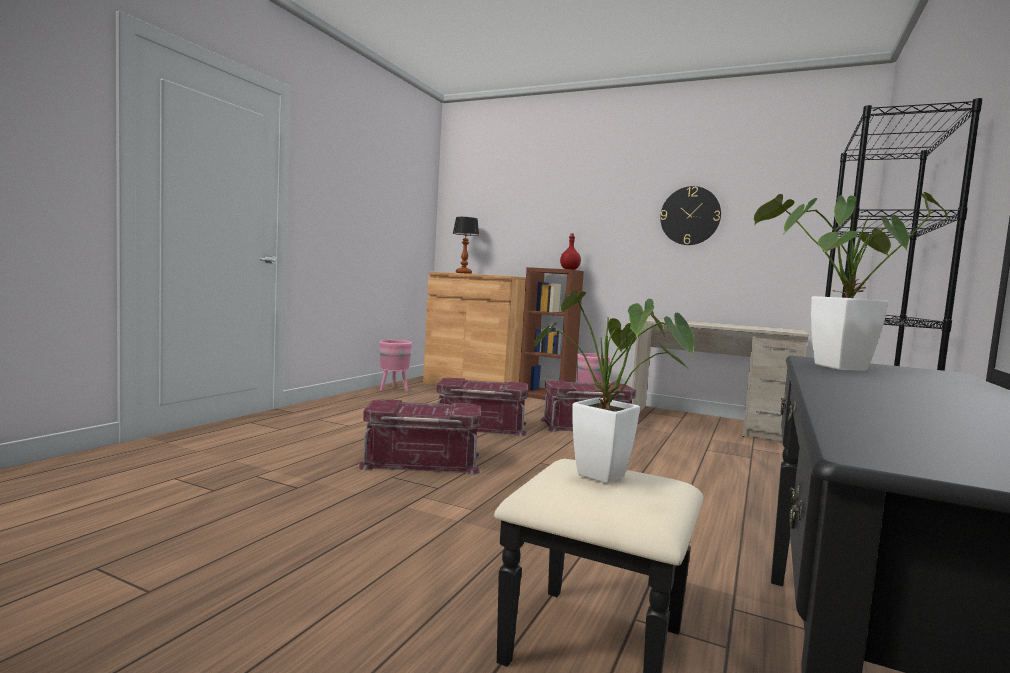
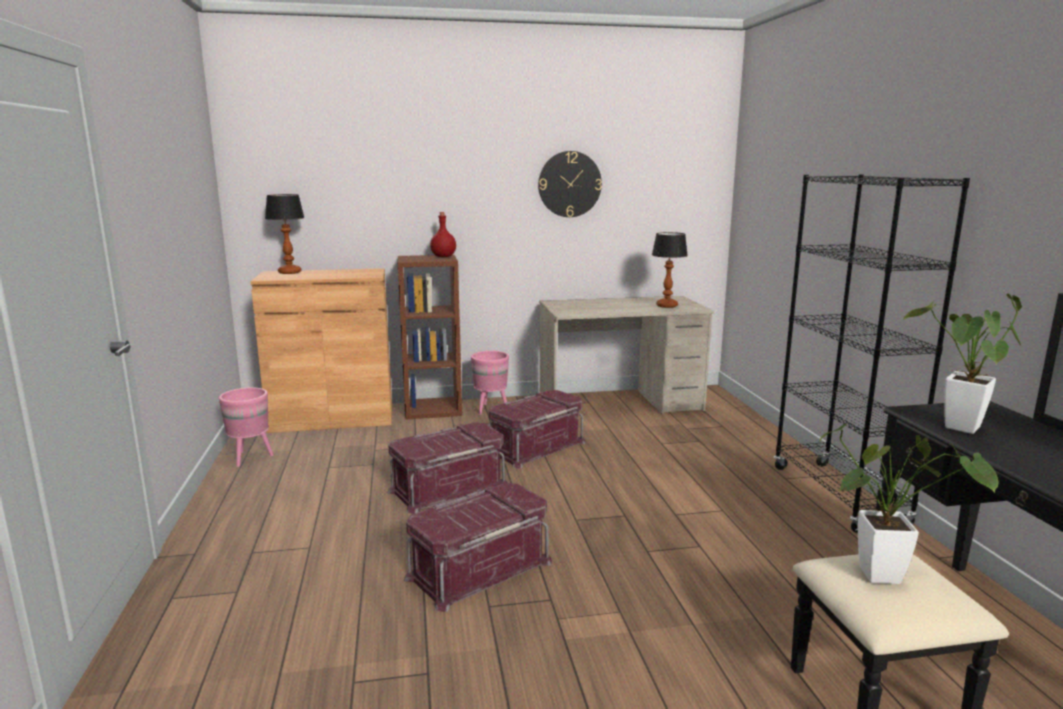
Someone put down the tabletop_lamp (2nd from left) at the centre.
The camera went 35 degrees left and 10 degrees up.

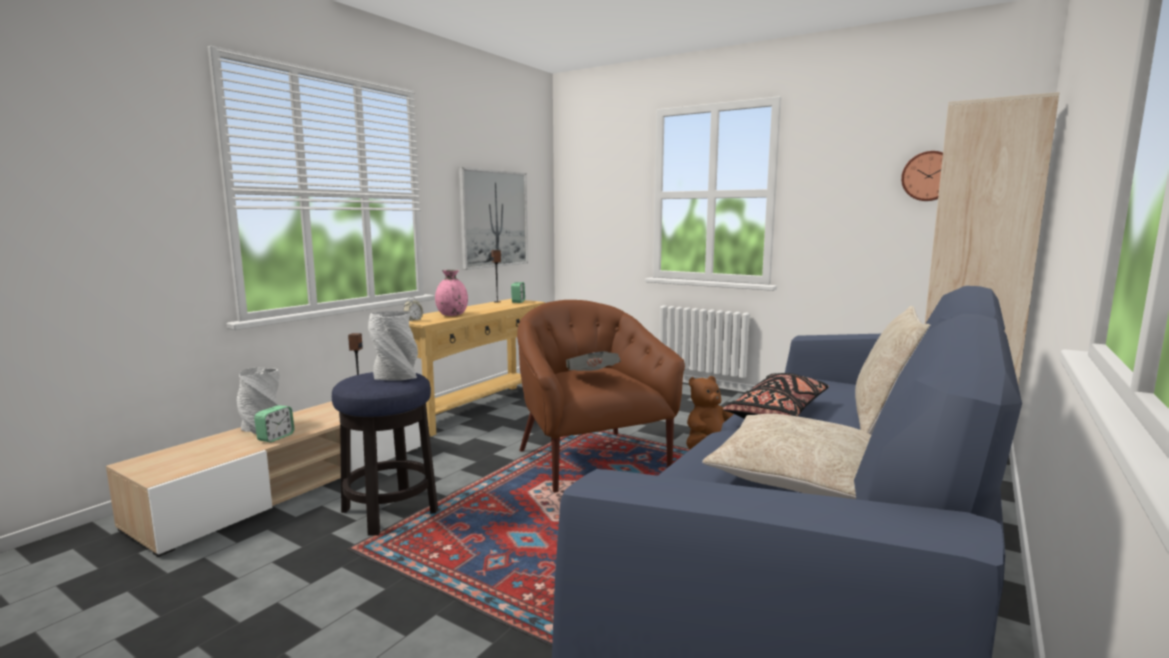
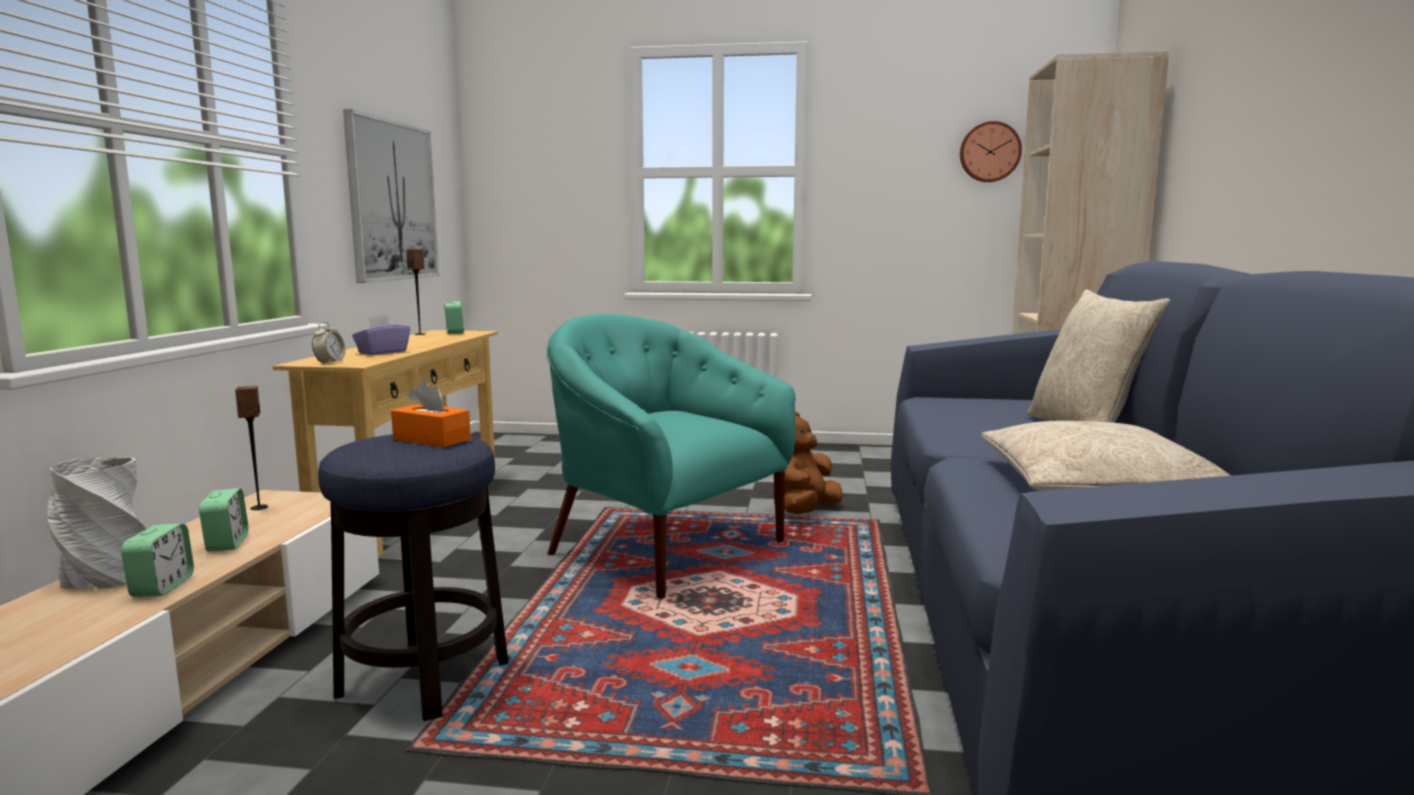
Someone swapped the grey_flower_vase (2nd from left) at the centre for the orange-coloured_tissue_box at the middle left.
Someone swapped the pink-coloured_flower_vase at the centre for the purplish_tissue_box at the middle left.
Someone repainted the brown_easy_chair at the centre, which became the turquoise_easy_chair at the centre.
Someone took away the newspaper at the centre.
Someone took away the blackish_pillow at the centre.
Someone put down the bedside_clock (2nd from left) at the middle left.
The camera went 25 degrees left and 0 degrees up.

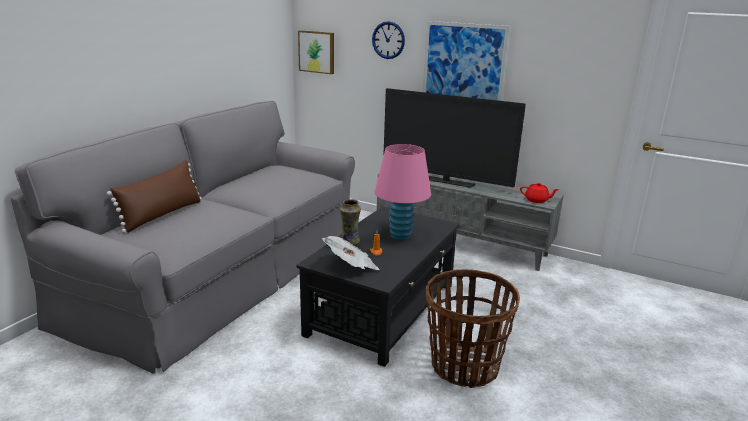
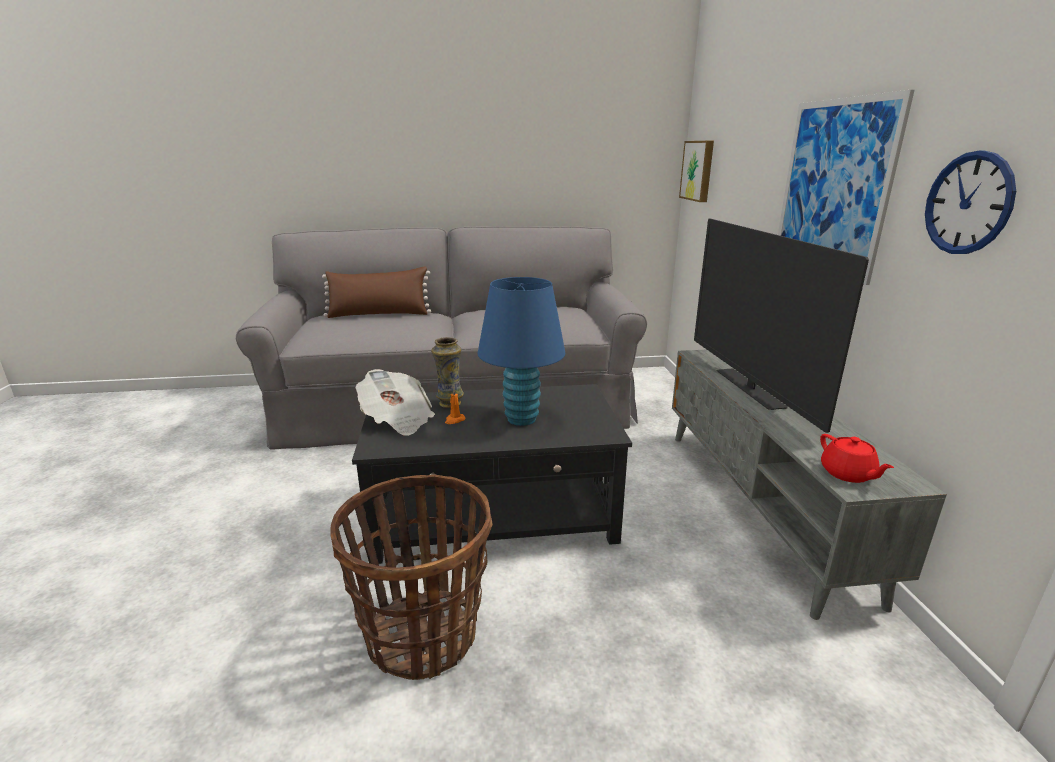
Someone carried the hanging_clock from the top centre to the top right.
Someone repainted the pink-coloured_tabletop_lamp at the centre, which became the blue_tabletop_lamp at the centre.
The camera went 55 degrees right and 0 degrees up.

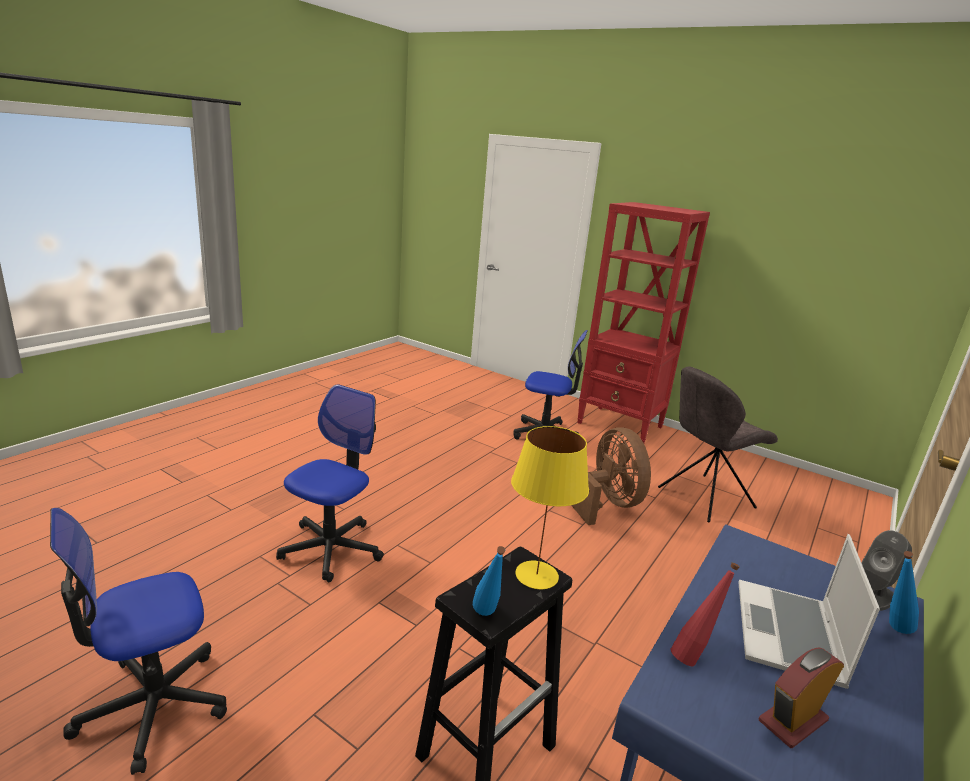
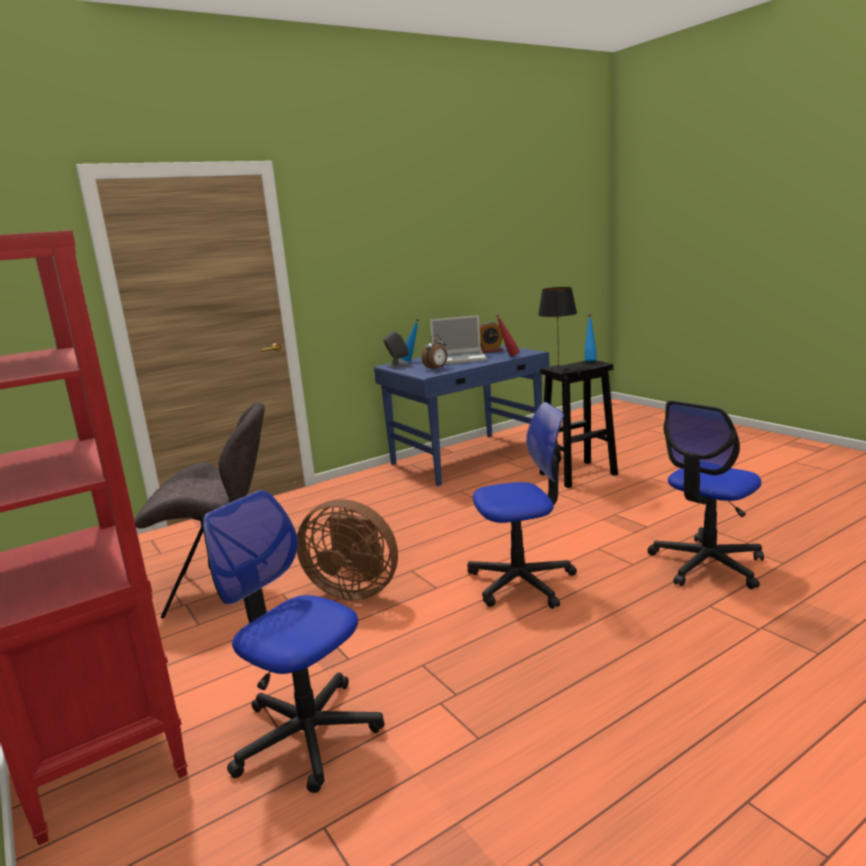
Someone carried the office_chair (1st from left in the first image) from the bottom left to the centre.
Someone repainted the yellow_tabletop_lamp at the centre, which became the blackish_tabletop_lamp at the centre.
Someone rotated the brown_cooling_fan at the centre by 75 degrees counterclockwise.
Someone rotated the laptop at the bottom right by 45 degrees clockwise.
Someone put down the bedside_clock (1st from left) at the centre.
The camera went 155 degrees left and 5 degrees down.

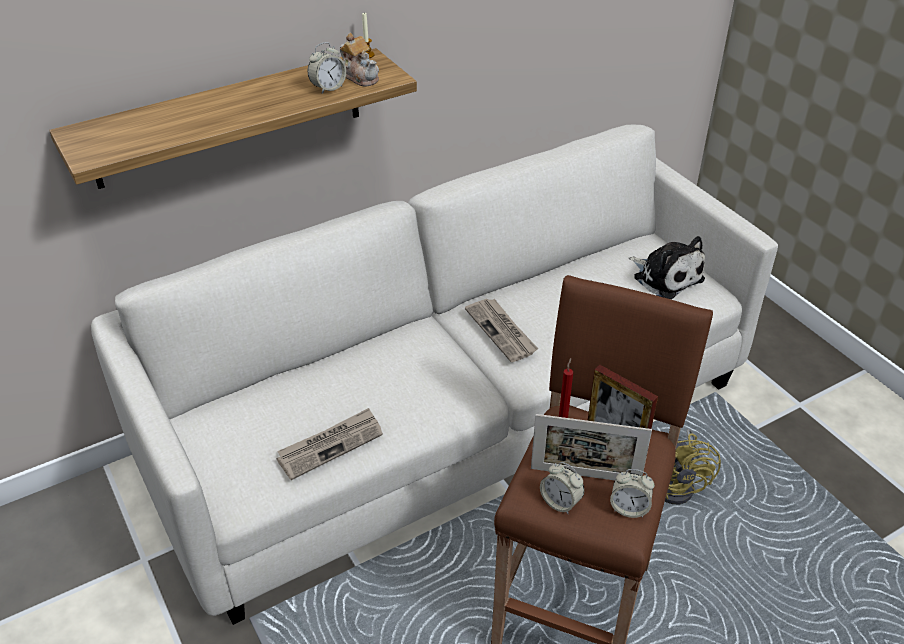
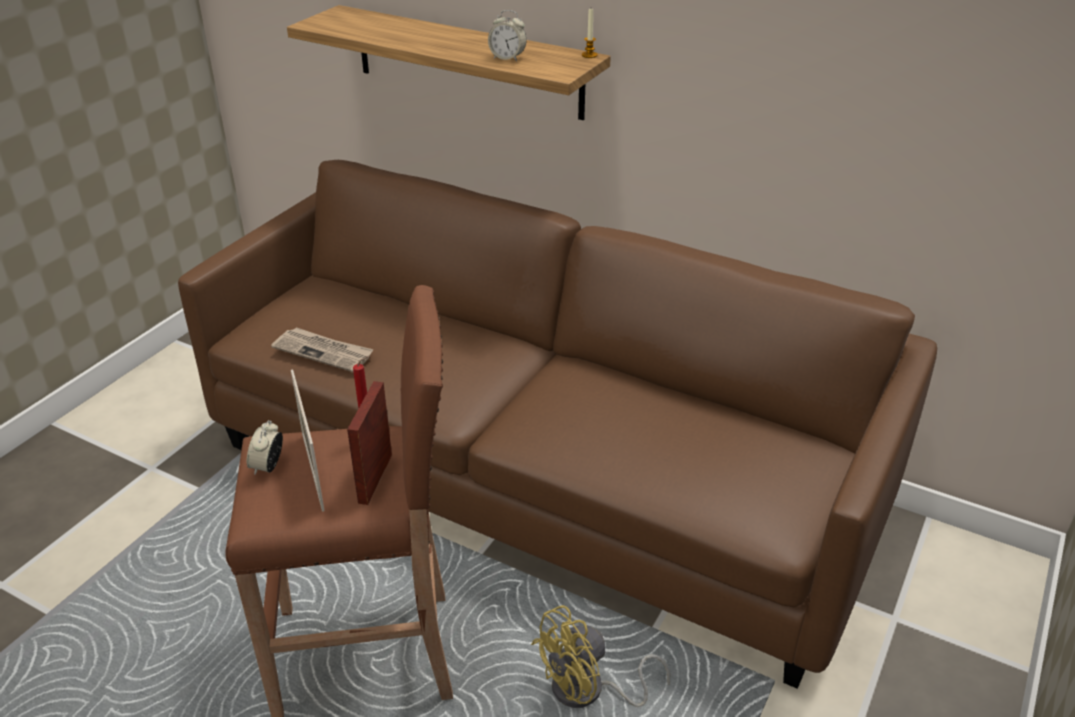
Someone repainted the white_couch at the centre, which became the brown_couch at the centre.
Someone took away the tea_pot at the top centre.
Someone took away the newspaper (2nd from left) at the centre.
Someone took away the bedside_clock (3rd from left) at the bottom right.
Someone took away the cuddly_toy at the middle right.
The camera went 60 degrees right and 5 degrees down.

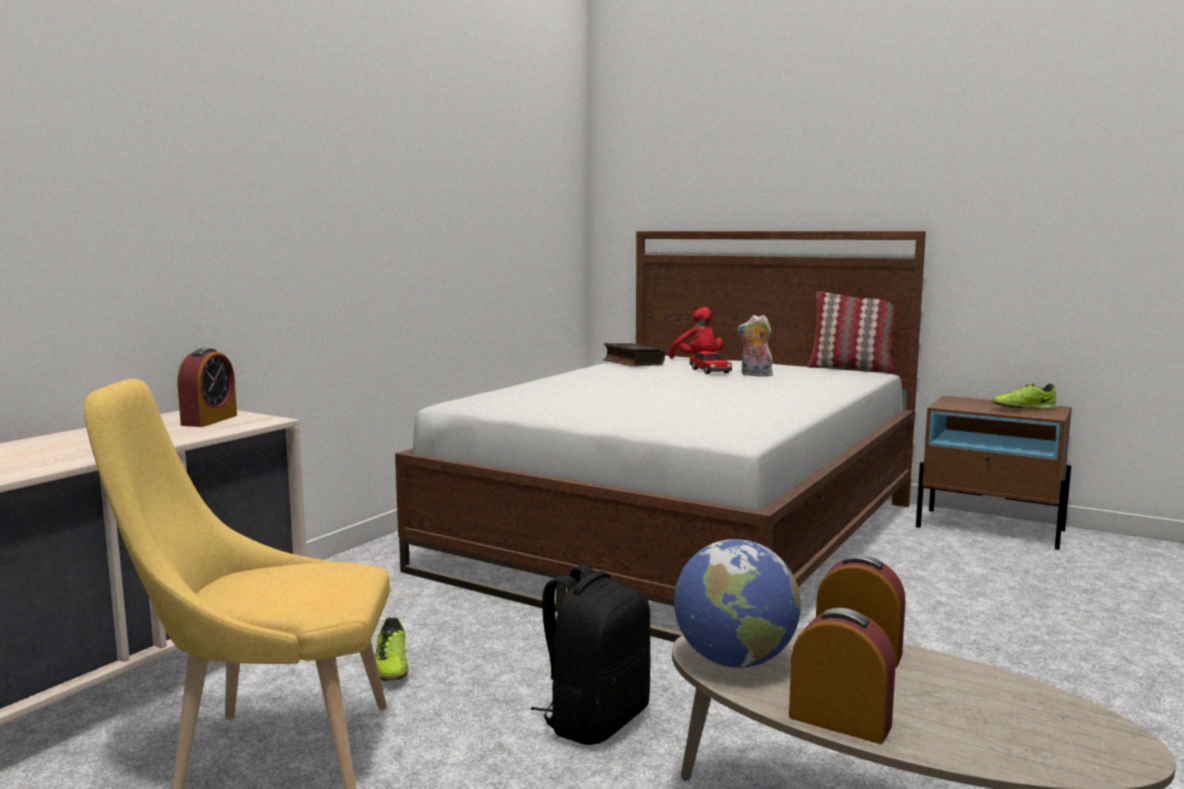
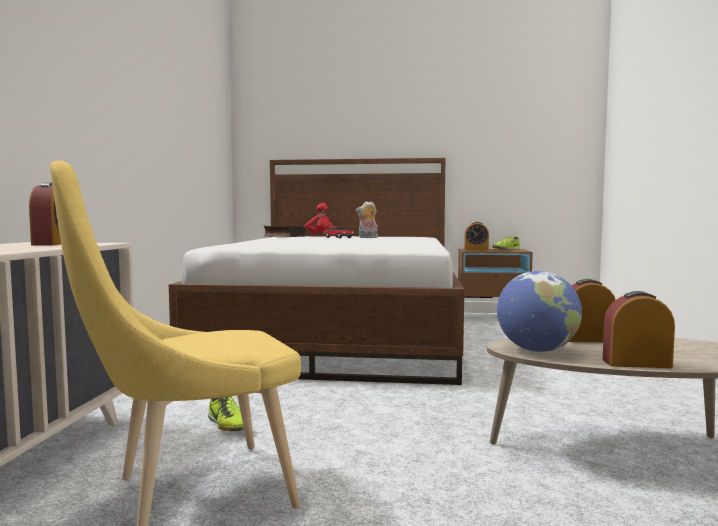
Someone took away the blackish_backpack at the bottom centre.
Someone took away the pillow at the middle right.
Someone put down the bedside_clock (2nd from left) at the centre.
The camera went 25 degrees left and 5 degrees down.

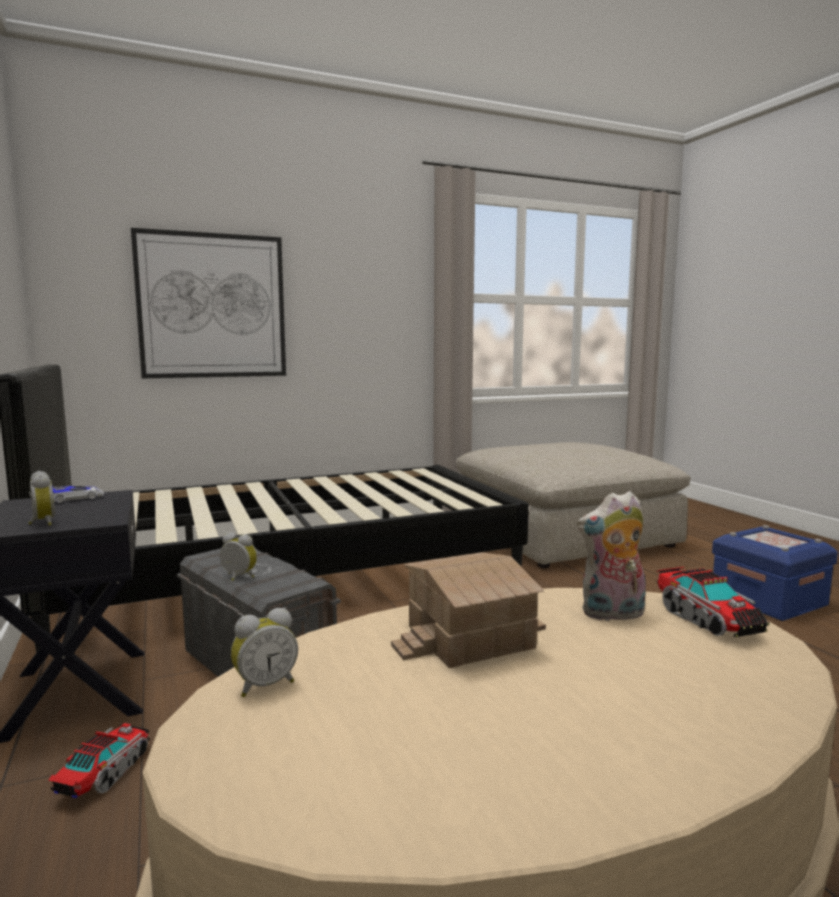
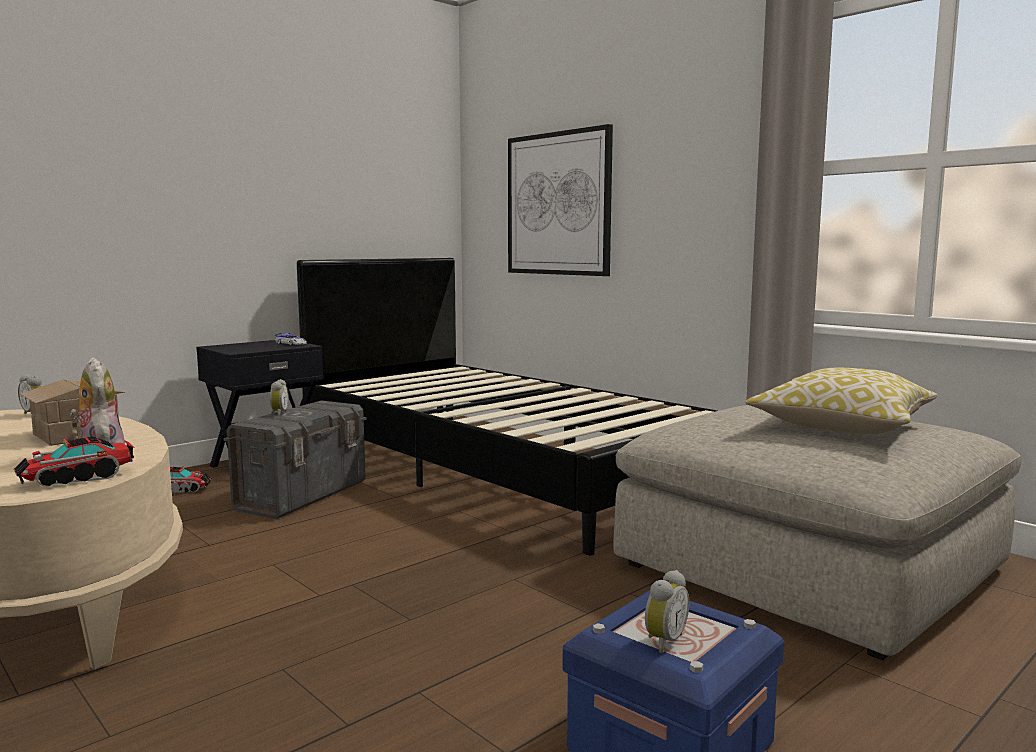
Someone carried the bedside_clock (1st from left in the first image) from the middle left to the bottom centre.
Someone put down the pillow at the middle right.
The camera went 70 degrees right and 0 degrees up.

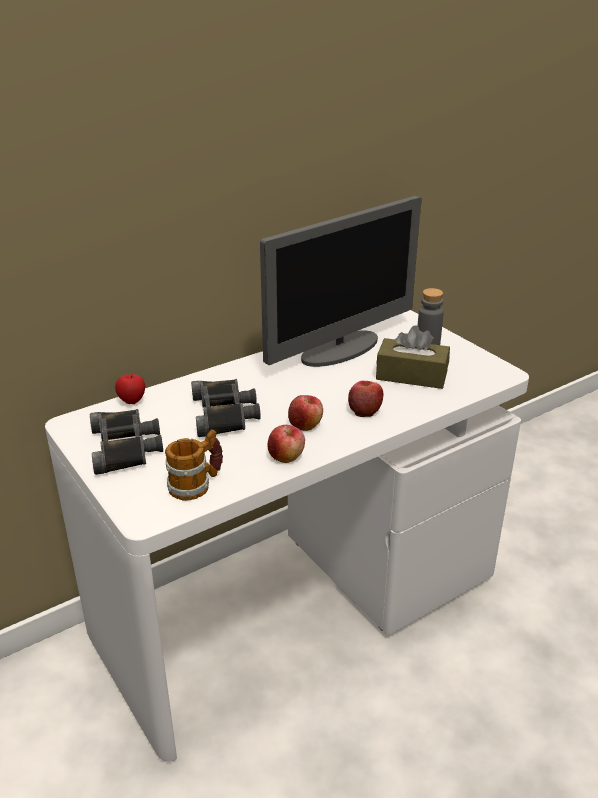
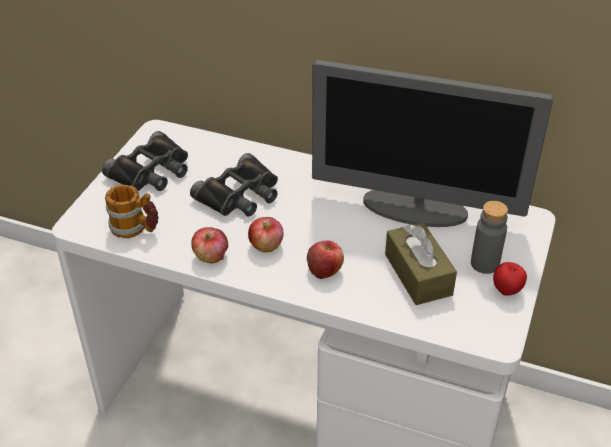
Someone carried the whole_apple (1st from left in the first image) from the middle left to the middle right.
The camera went 55 degrees right and 10 degrees up.

